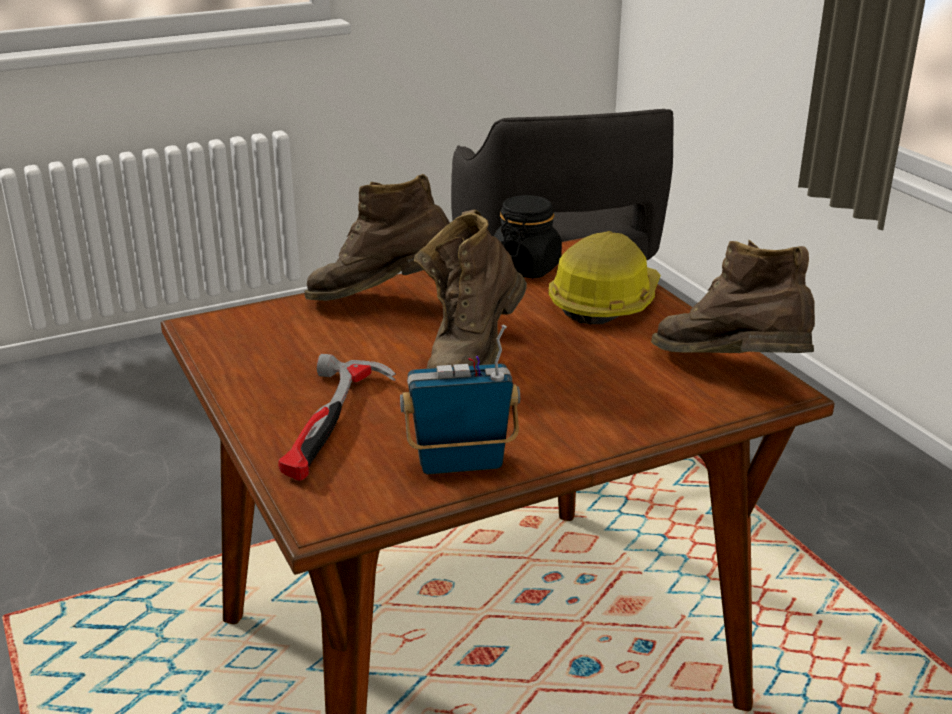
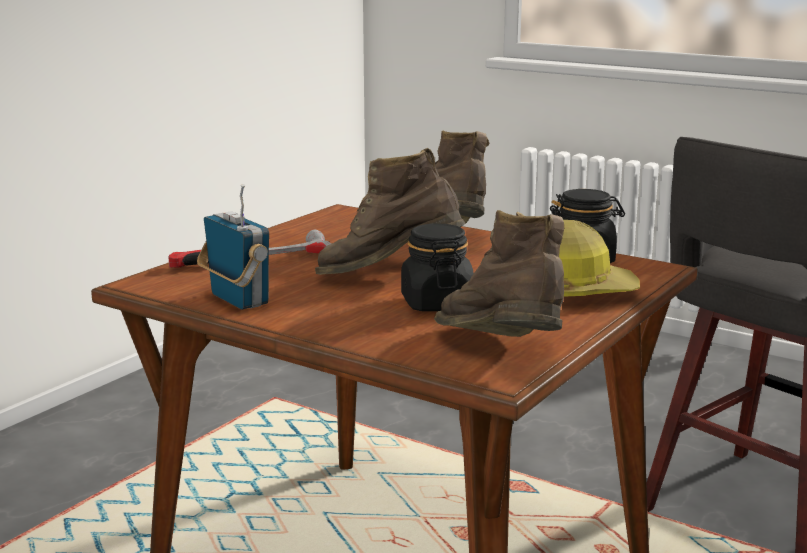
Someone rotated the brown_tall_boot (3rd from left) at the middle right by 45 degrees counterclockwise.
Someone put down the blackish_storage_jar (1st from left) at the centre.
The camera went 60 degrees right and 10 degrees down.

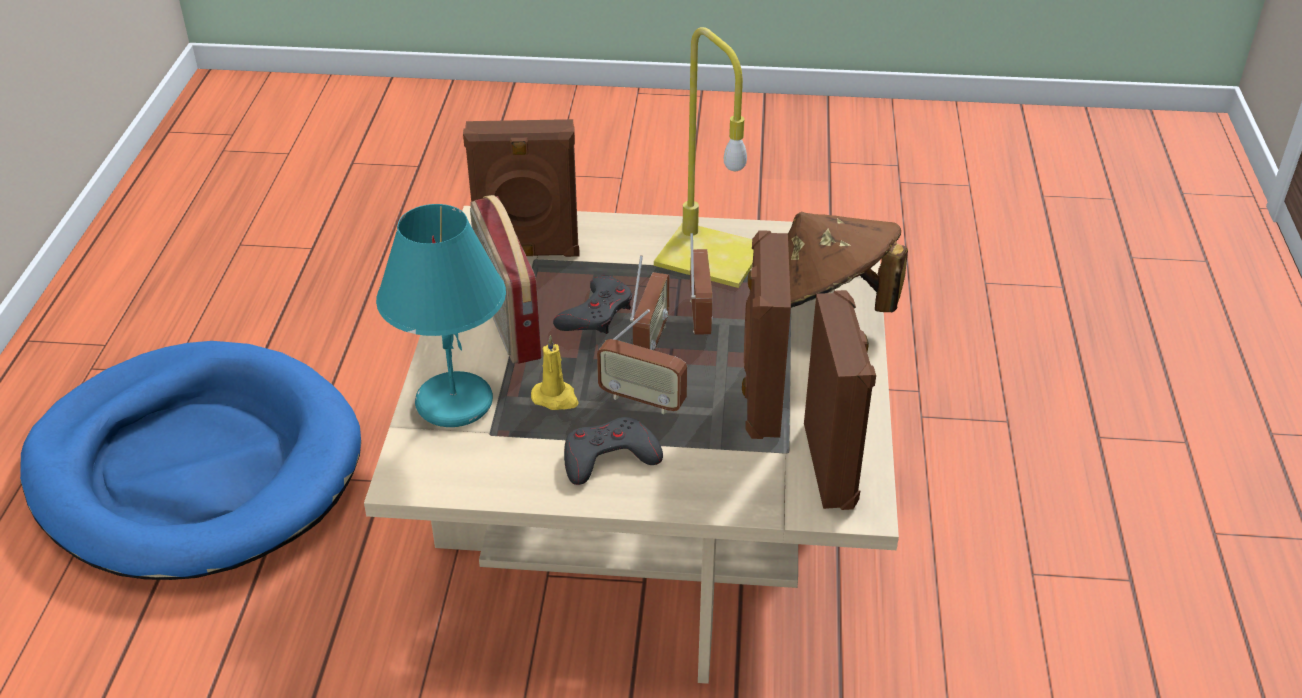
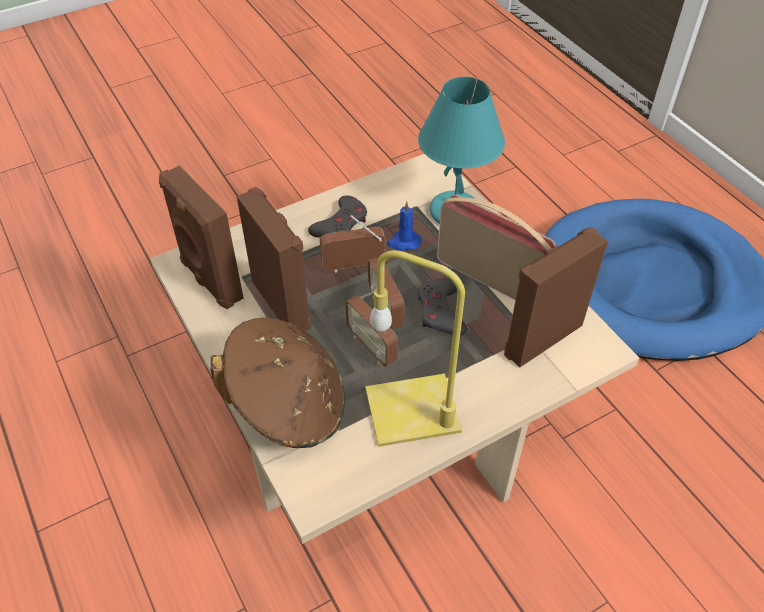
Someone repainted the yellow_wax_light at the centre, which became the blue_wax_light at the centre.
The camera went 145 degrees right and 10 degrees up.

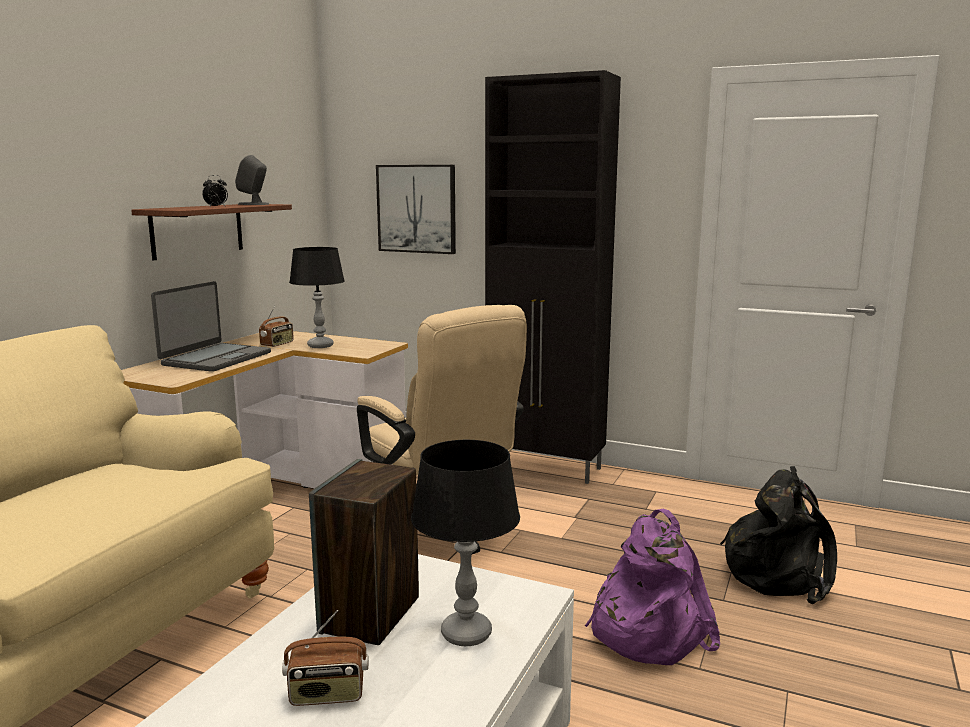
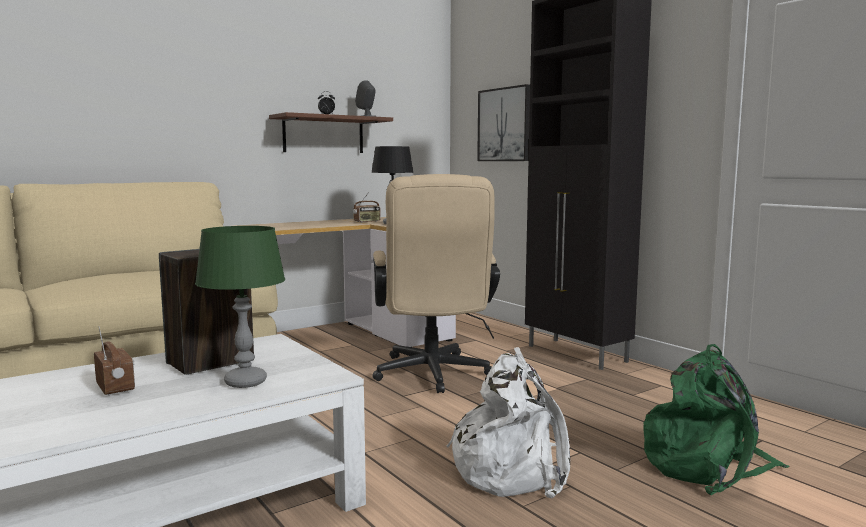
Someone took away the laptop at the middle left.
Someone rotated the radio (2nd from left in the first image) at the bottom centre by 150 degrees counterclockwise.
Someone repainted the blackish_tabletop_lamp (2nd from left) at the bottom centre, which became the green-coloured_tabletop_lamp at the middle left.
Someone repainted the purplish_backpack at the bottom right, which became the white_backpack at the bottom centre.
Someone repainted the blackish_backpack at the bottom right, which became the green-coloured_backpack at the bottom right.
The camera went 30 degrees right and 5 degrees down.

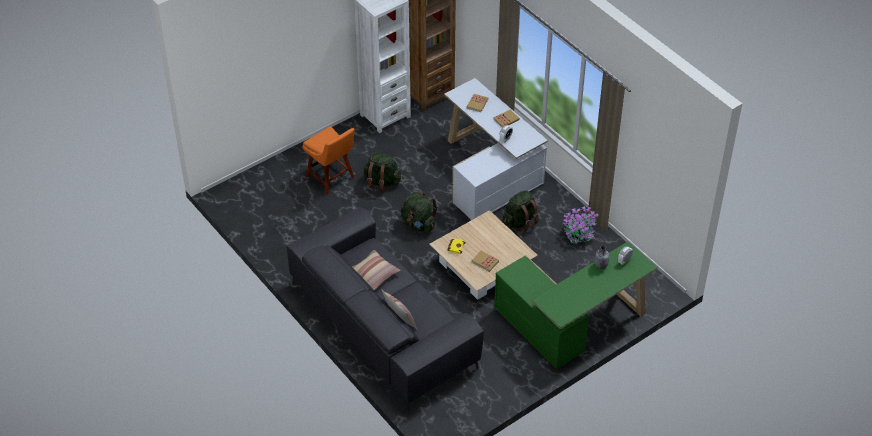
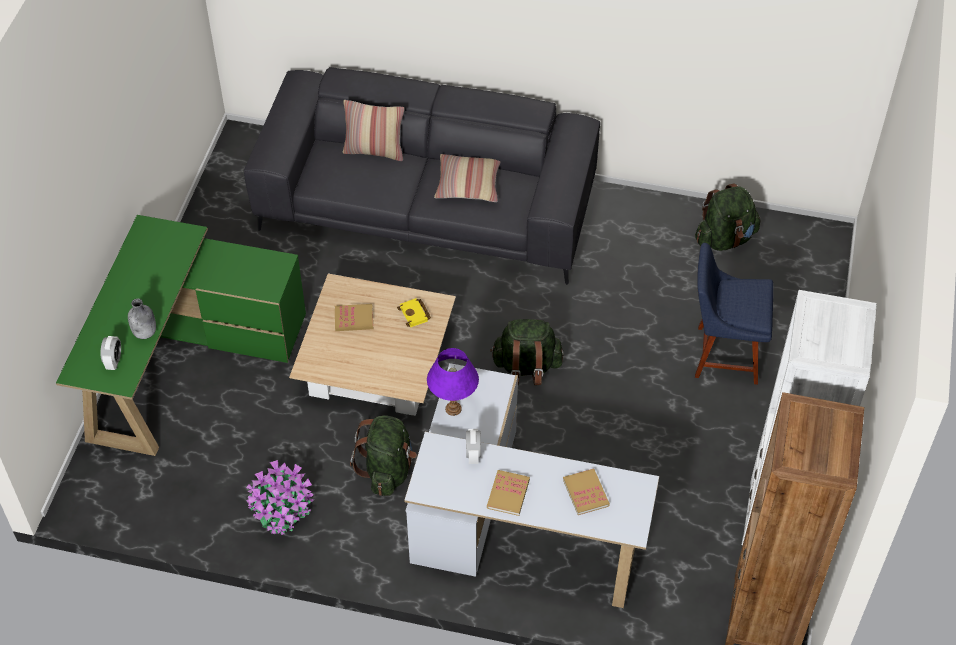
Someone repainted the orange-coloured_chair at the centre, which became the blue_chair at the middle right.
Someone carried the green-coloured_backpack (1st from left in the first image) from the centre to the middle right.
Someone put down the purplish_tabletop_lamp at the centre.
The camera went 140 degrees right and 5 degrees up.

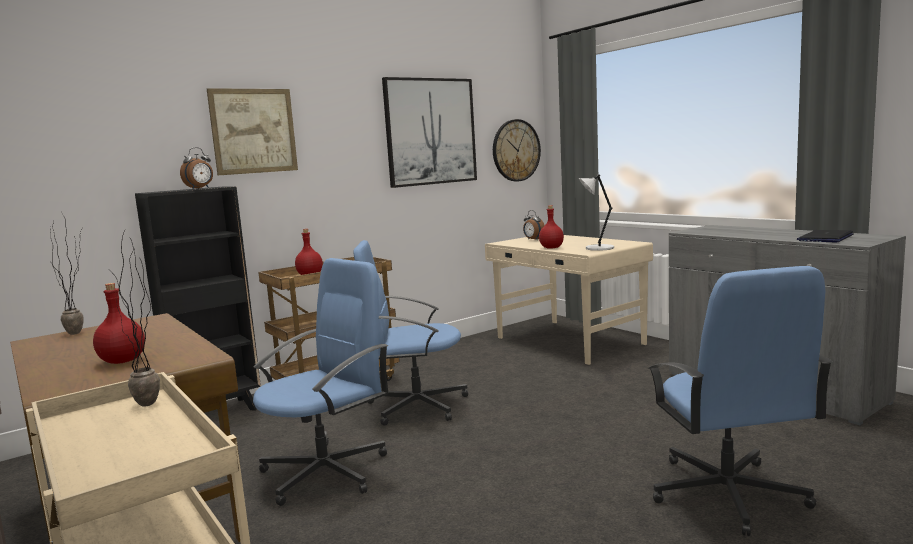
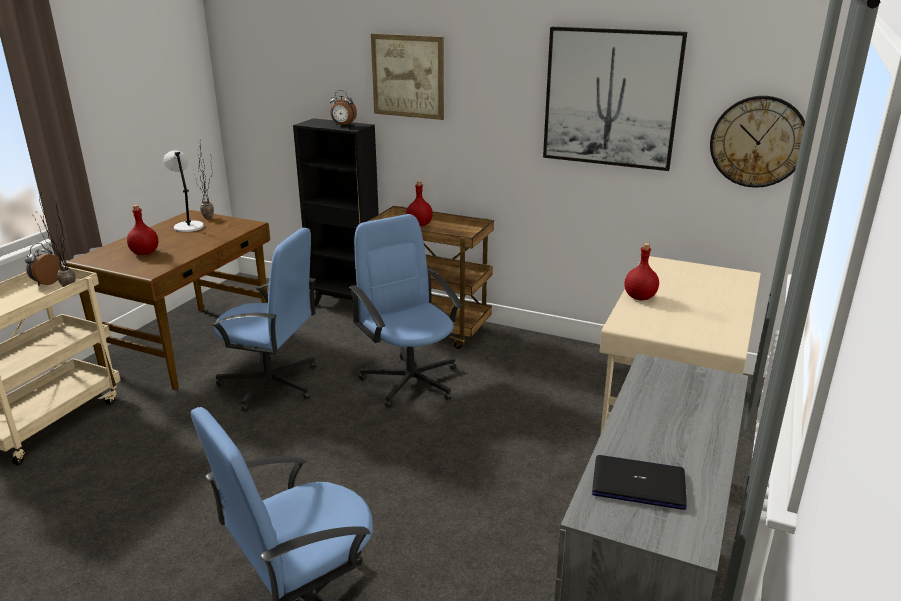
Someone carried the bedside_clock (2nd from left in the first image) from the centre to the middle left.
Someone carried the grey_tabletop_lamp from the centre to the top left.
The camera went 60 degrees right and 15 degrees up.

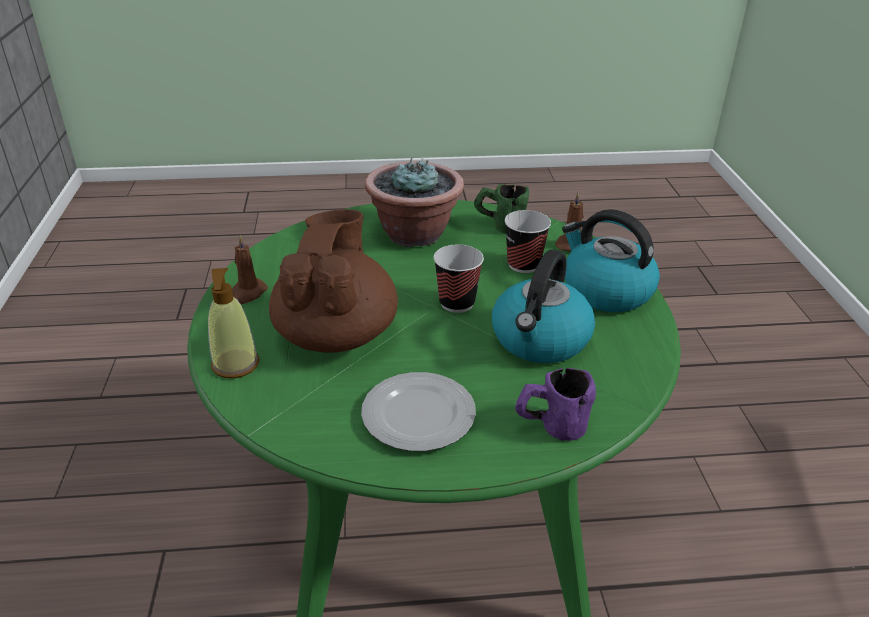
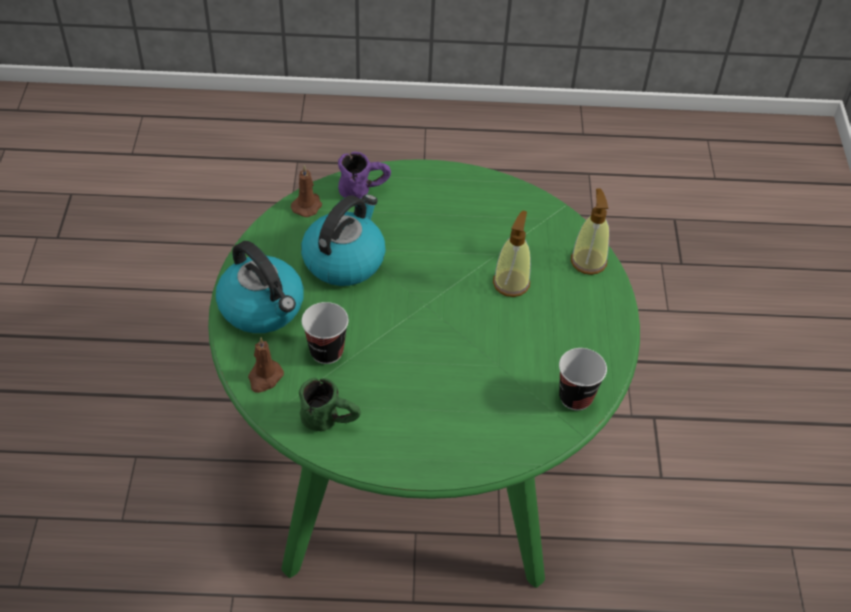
Someone carried the brown_wax_light (1st from left in the first image) from the middle left to the top centre.
Someone swapped the brown_tea_pot at the centre for the liquid_soap_bottle (1st from left) at the centre.
Someone took away the dinner_plate at the centre.
Someone took away the plant_in_a_pot at the top centre.
Someone carried the small_cup (1st from left in the first image) from the centre to the middle right.
The camera went 175 degrees left and 15 degrees up.

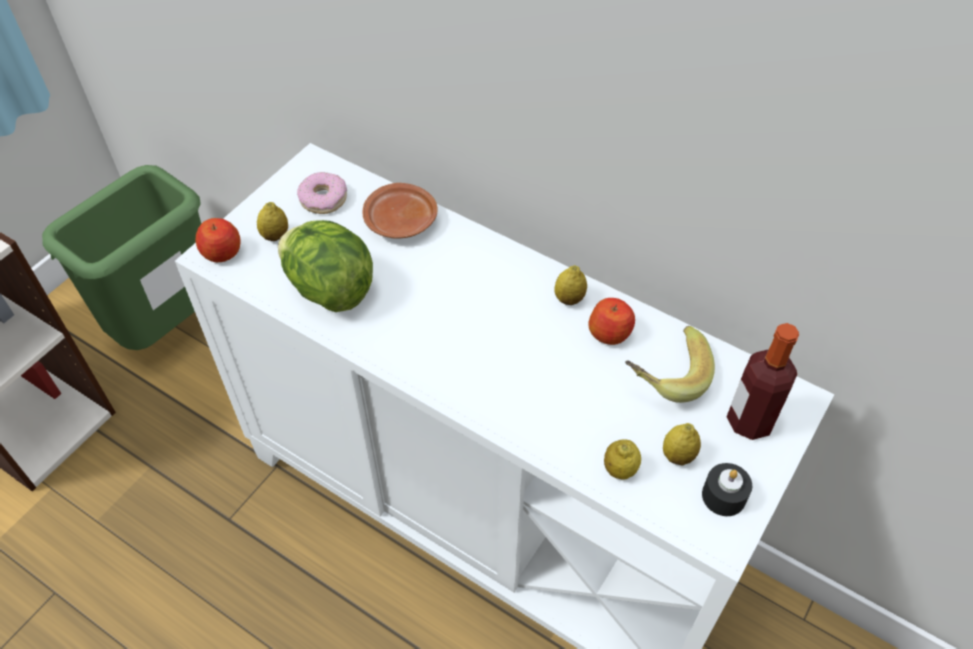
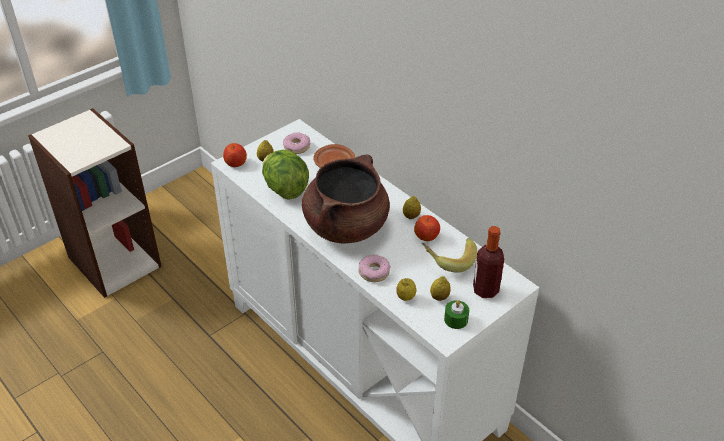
Someone took away the green-coloured_waste_bin at the middle left.
Someone repainted the blackish_wax_light at the bottom right, which became the green-coloured_wax_light at the bottom centre.
Someone put down the brown_cooking_pot at the centre.
Someone put down the doughnut (2nd from left) at the centre.
The camera went 15 degrees right and 10 degrees down.

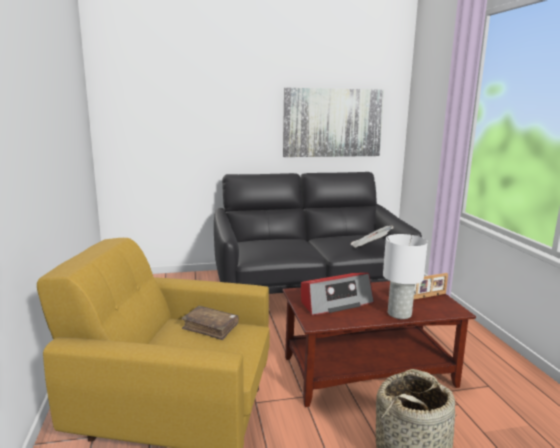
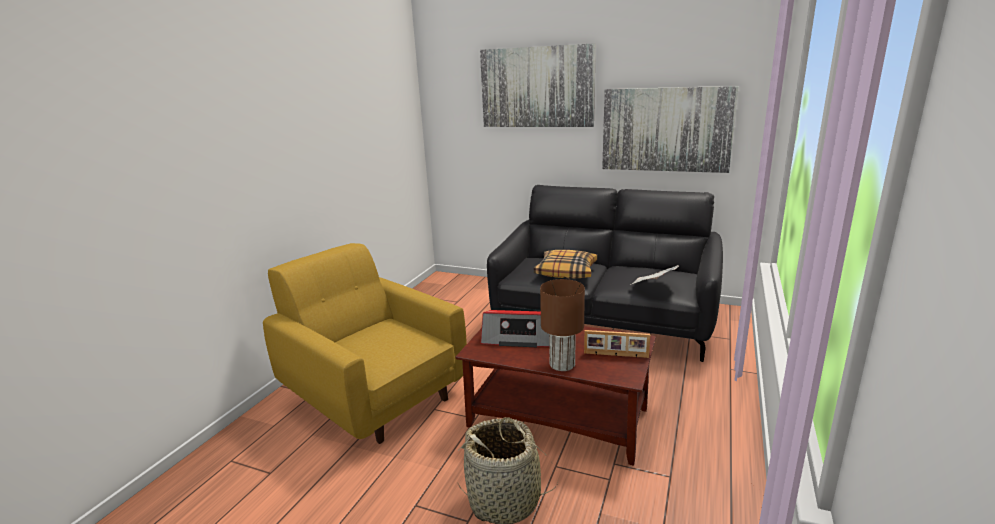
Someone took away the brown_book at the bottom centre.
Someone repainted the white_tabletop_lamp at the middle right, which became the brown_tabletop_lamp at the centre.
Someone put up the wall_picture (1st from left) at the top centre.
Someone put down the pillow at the centre.
The camera went 35 degrees right and 5 degrees up.

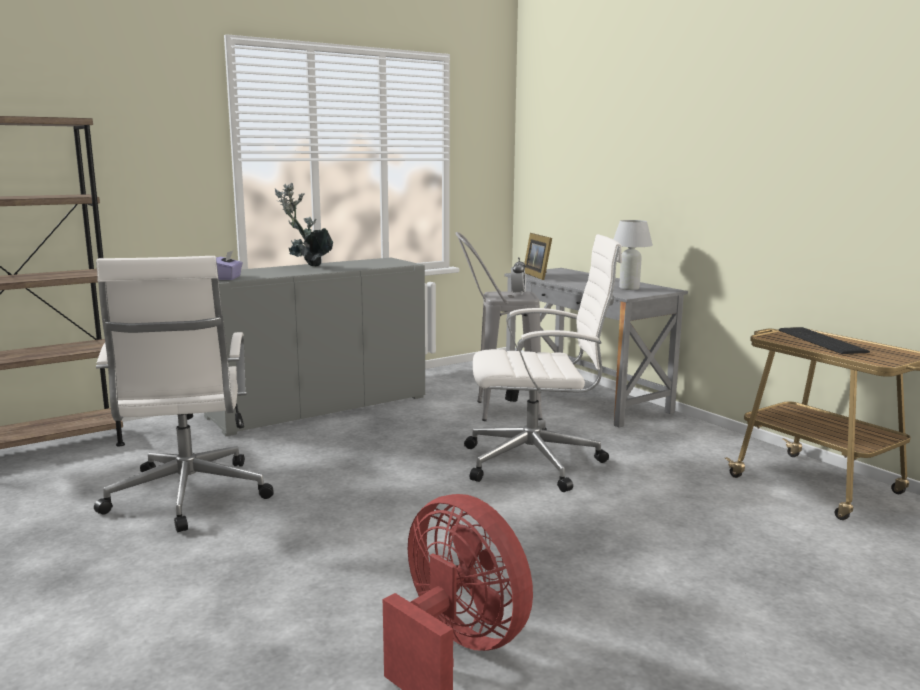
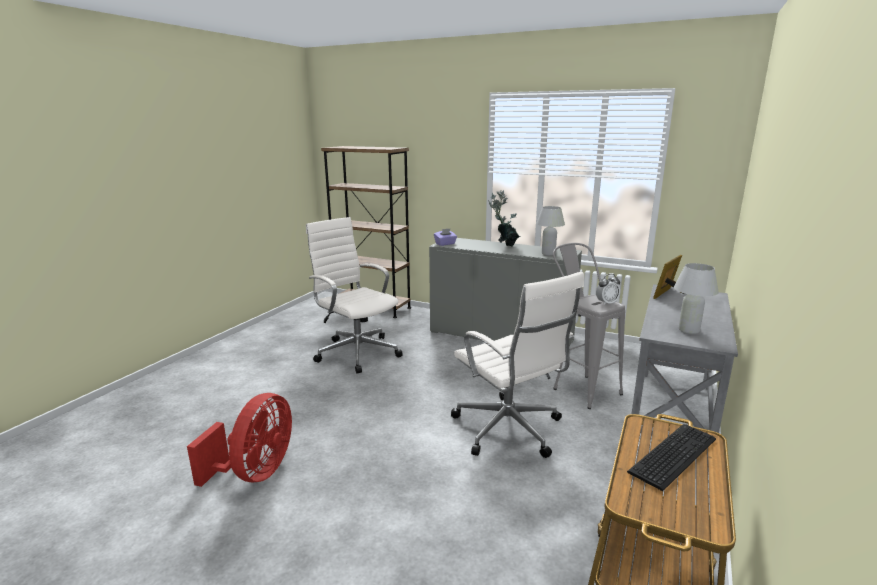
Someone rotated the white_office_chair (1st from left) at the middle left by 90 degrees clockwise.
Someone put down the white_tabletop_lamp (1st from left) at the centre.
The camera went 60 degrees right and 5 degrees up.

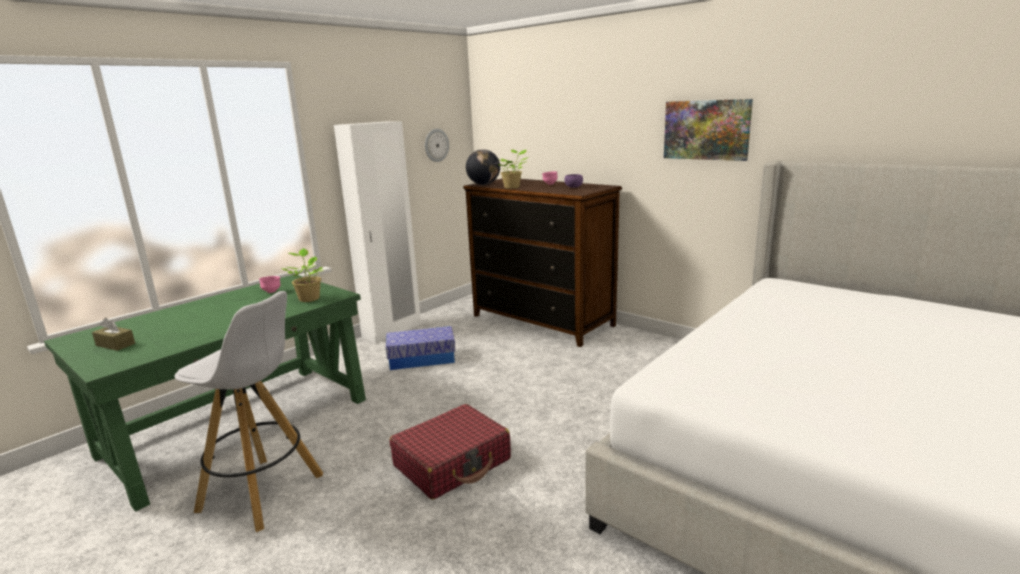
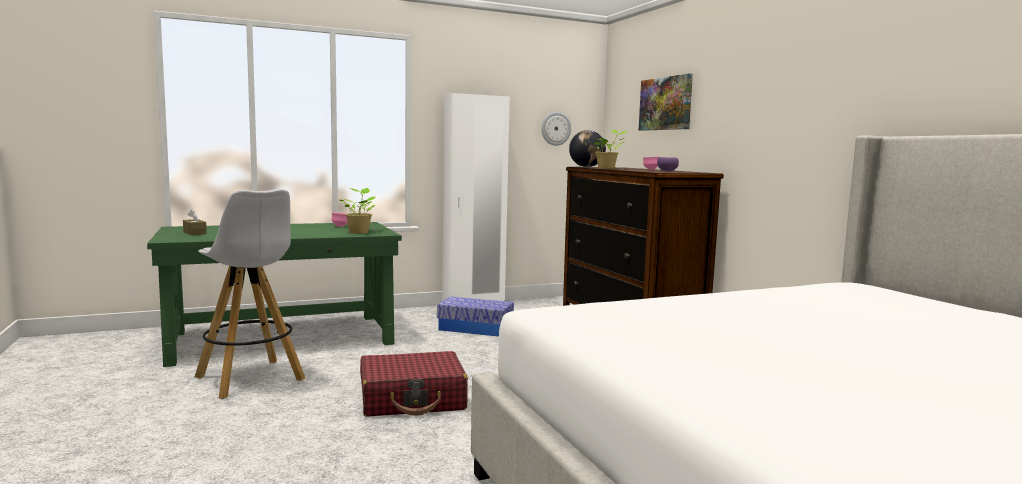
Someone carried the wall_picture from the top right to the top centre.
The camera went 25 degrees right and 10 degrees down.

